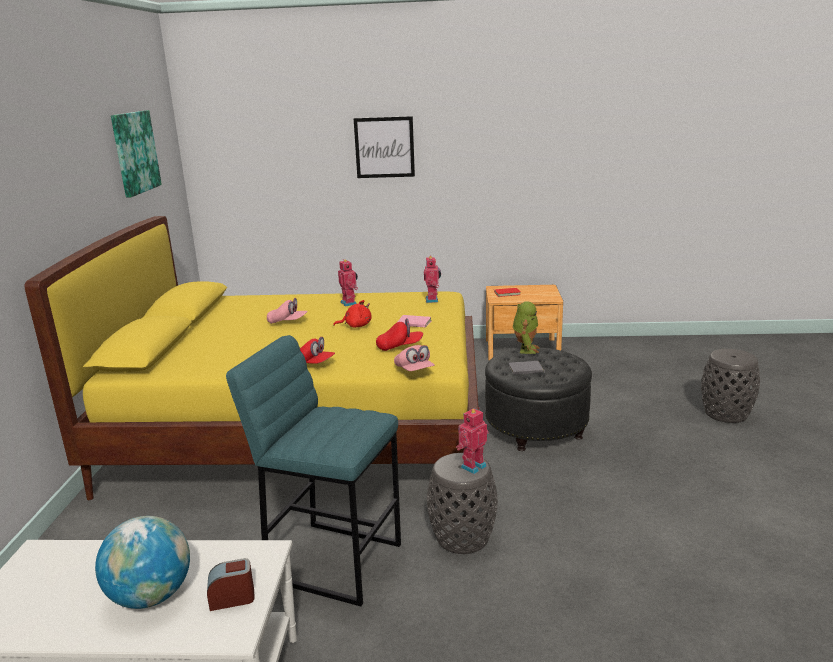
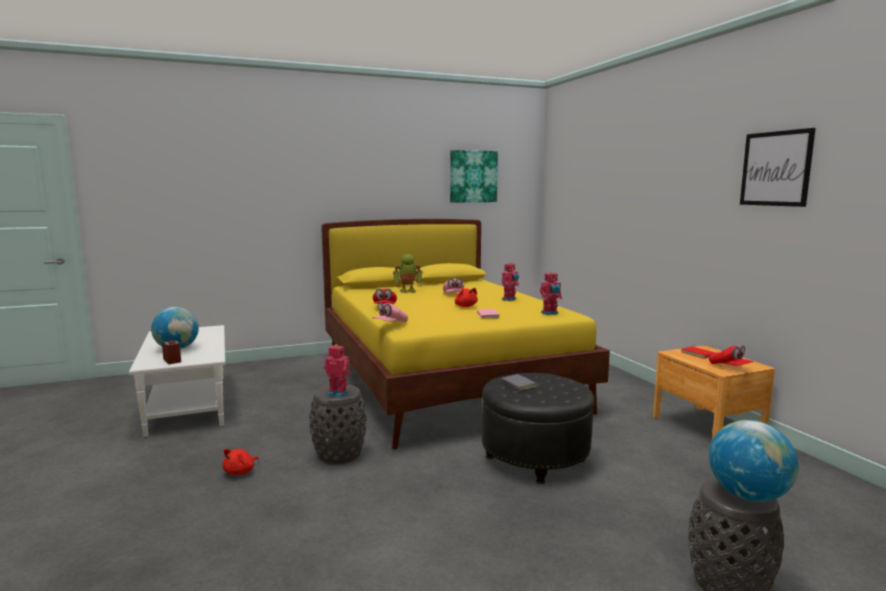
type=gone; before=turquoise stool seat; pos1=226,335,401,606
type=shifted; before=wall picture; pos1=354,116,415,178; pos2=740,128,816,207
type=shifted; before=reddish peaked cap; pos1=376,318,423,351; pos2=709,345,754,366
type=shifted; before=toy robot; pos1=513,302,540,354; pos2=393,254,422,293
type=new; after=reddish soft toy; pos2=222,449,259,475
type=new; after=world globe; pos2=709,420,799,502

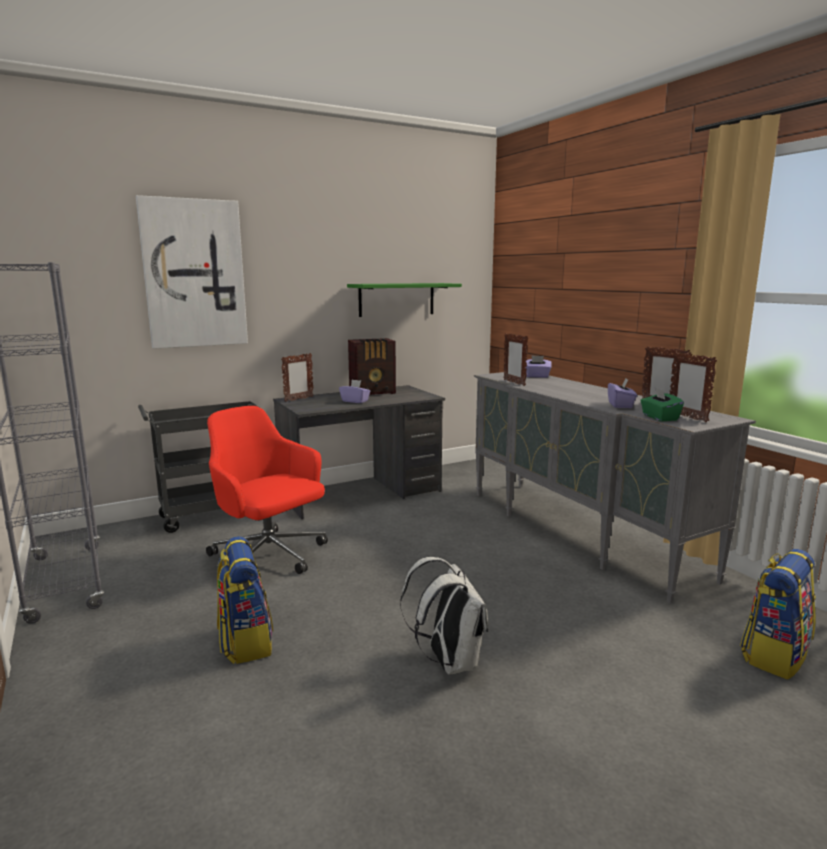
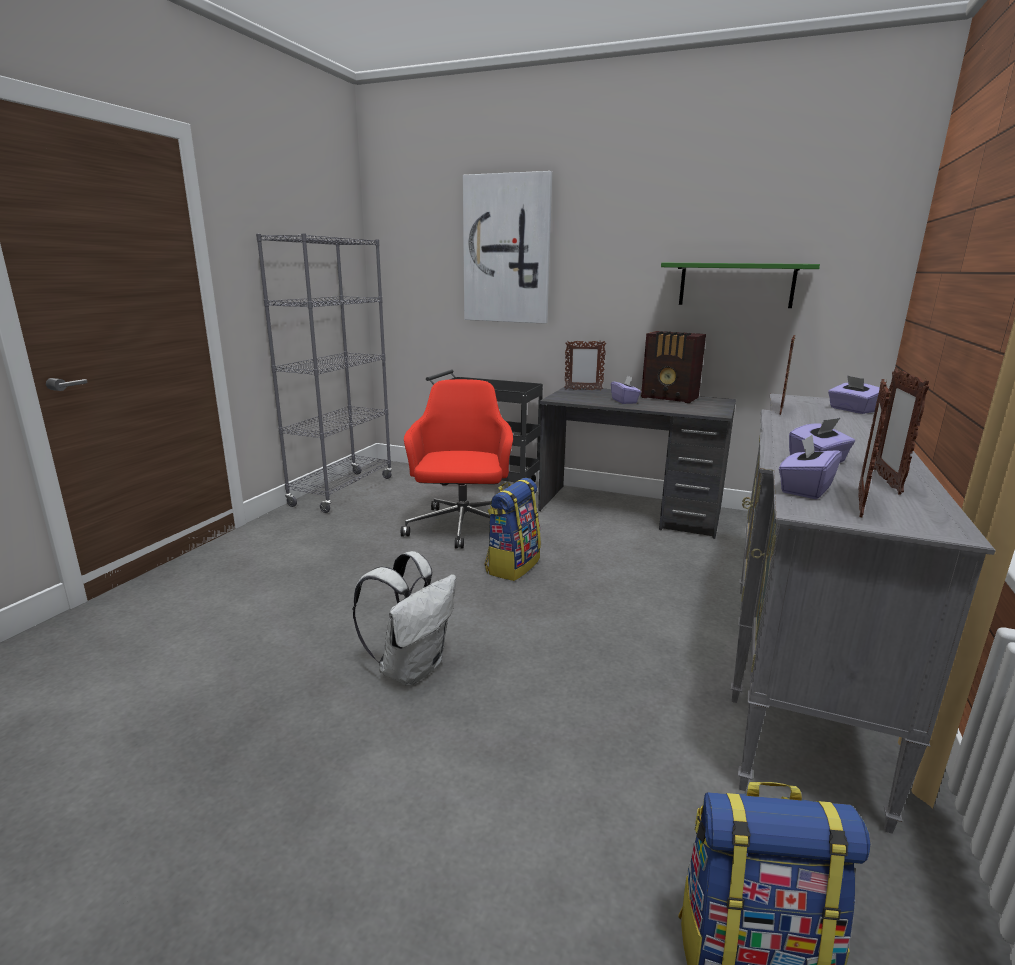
type=shifted; before=knapsack; pos1=217,536,273,664; pos2=485,478,541,581
type=repainted; before=greenish box of tissues; after=purple-coloured box of tissues; pos1=640,387,684,421; pos2=779,435,842,499

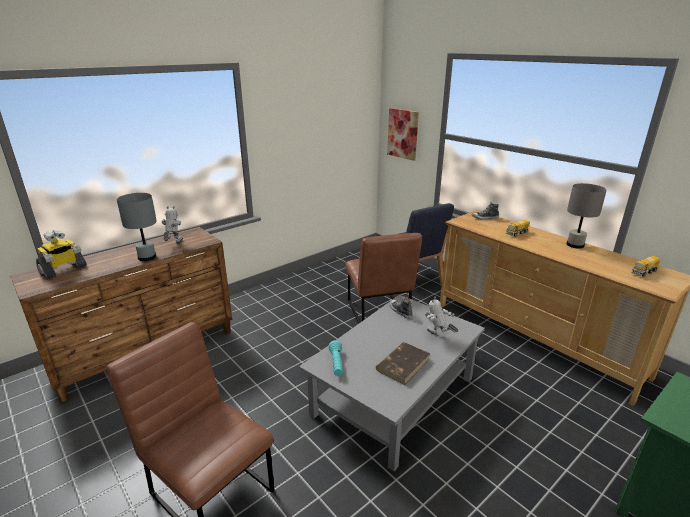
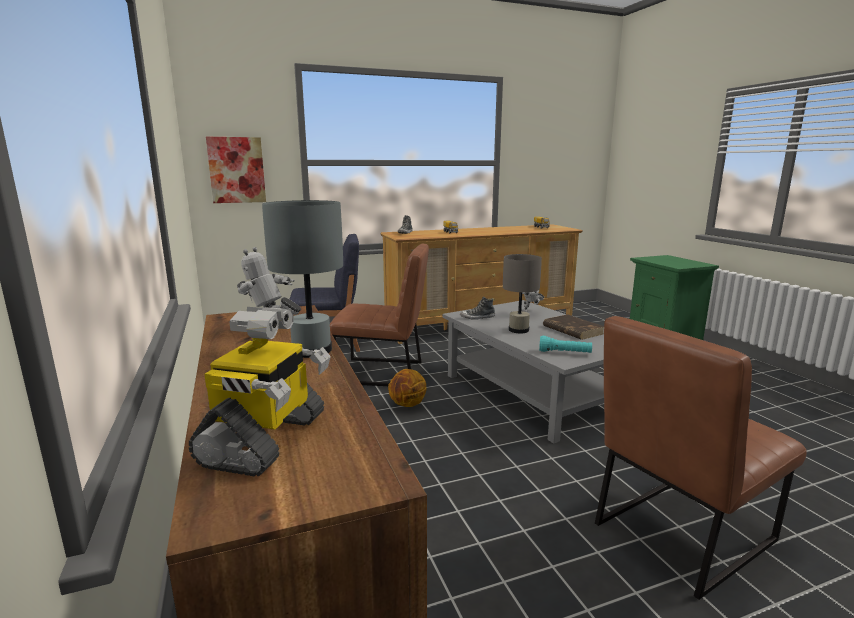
type=rotated; before=toy robot; pos1=36,230,87,279; pos2=189,307,330,476; turn=45
type=shifted; before=gray table lamp; pos1=566,183,607,249; pos2=503,254,542,333
type=new; after=basketball; pos2=388,369,427,407

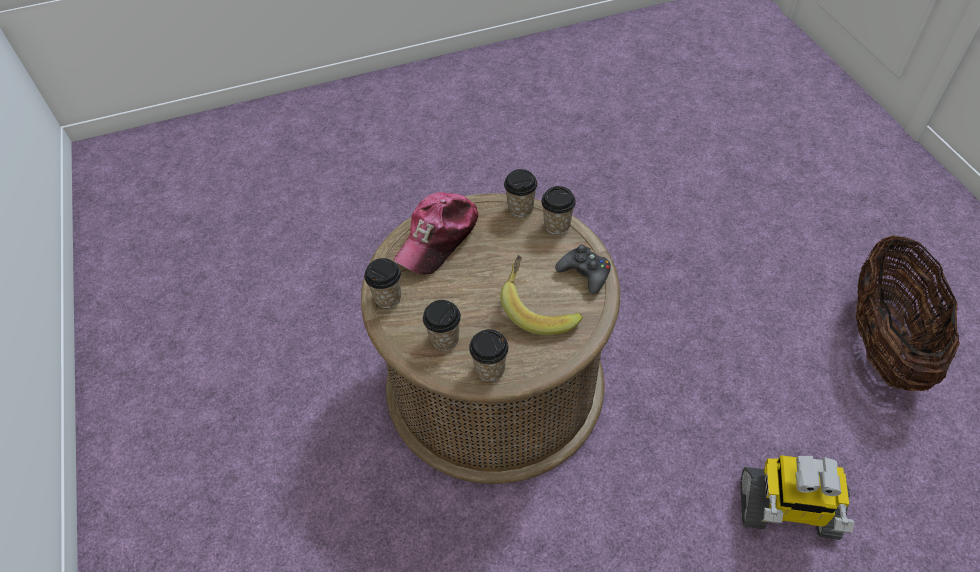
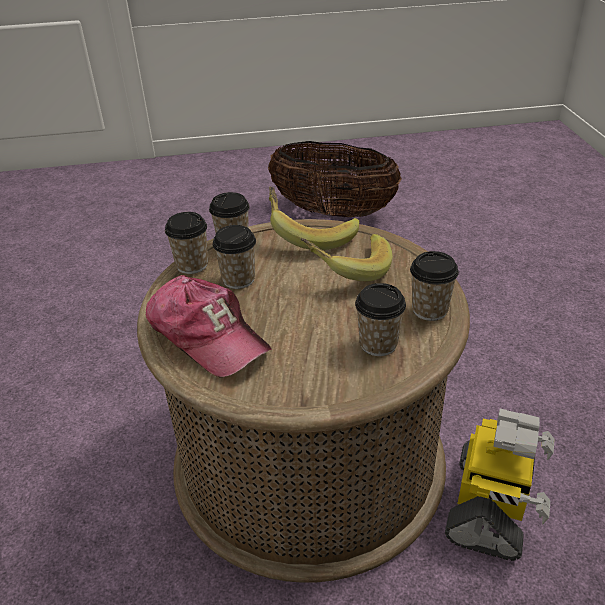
type=shifted; before=small cup; pos1=364,258,401,308; pos2=213,225,256,289
type=swapped; before=black-coloured game controller; after=banana fruit; pos1=555,245,611,294; pos2=269,187,359,250
type=shifted; before=toy robot; pos1=741,455,855,540; pos2=445,409,554,561

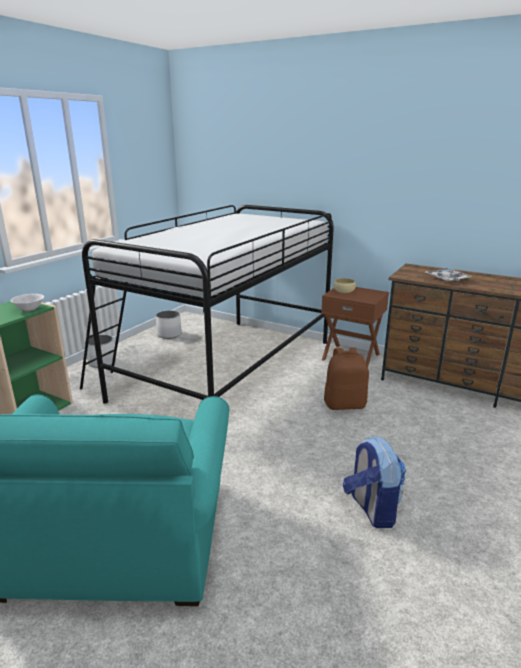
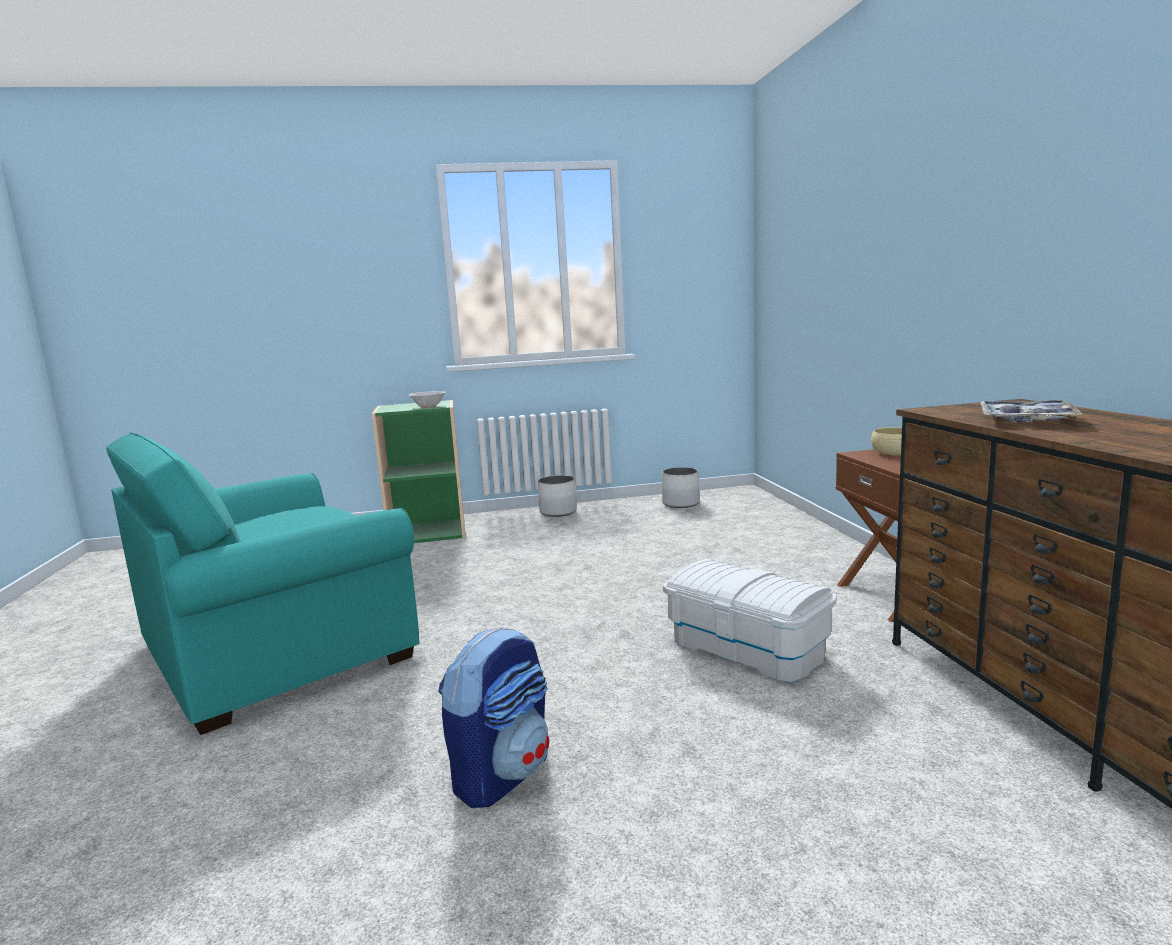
type=gone; before=black-coloured sleeping bed; pos1=80,205,334,404
type=swapped; before=brown knapsack; after=whitish storage container; pos1=324,348,369,410; pos2=663,559,837,682

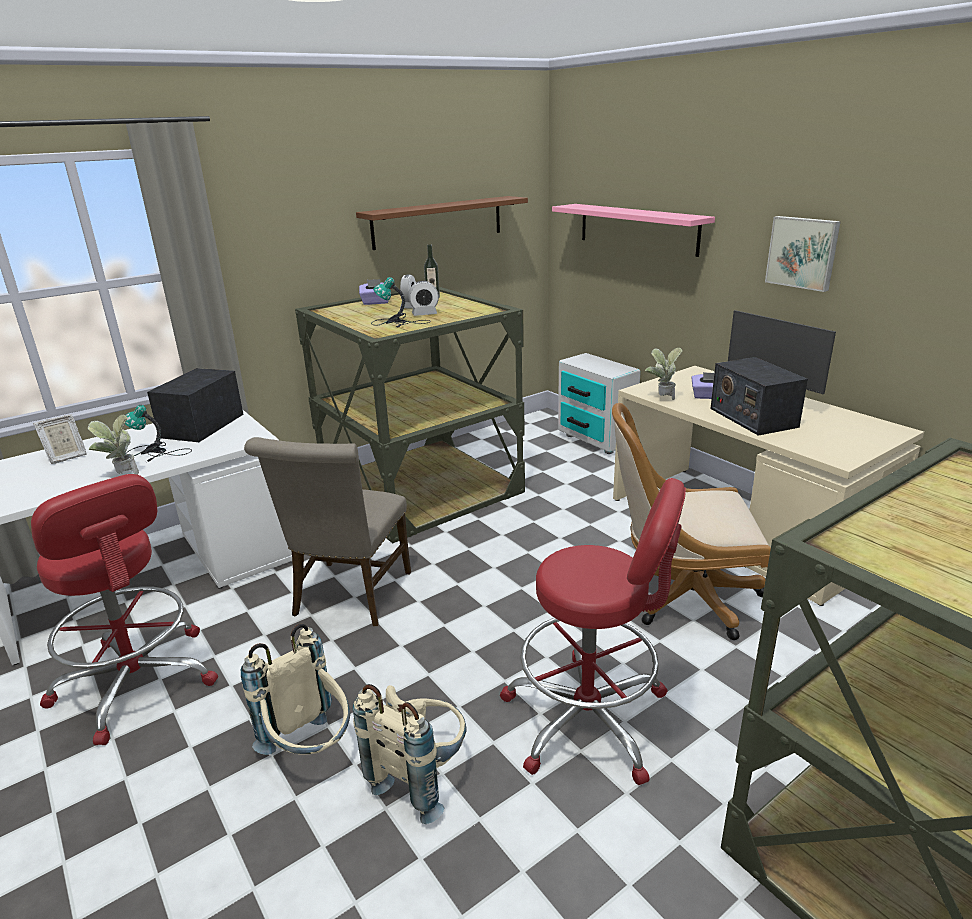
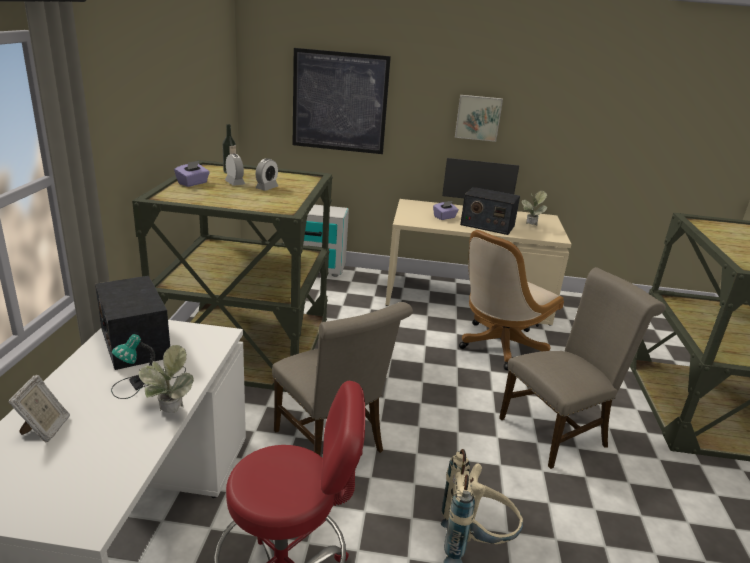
type=gone; before=sand-coloured knapsack; pos1=353,684,467,824
type=gone; before=brown bracket shelf; pos1=356,196,528,250
type=gone; before=table lamp; pos1=371,277,431,328
type=swapped; before=reddish stool seat; after=sand-coloured chair; pos1=500,478,686,785; pos2=499,267,666,469
type=swapped; before=pinkish bracket shelf; after=wall picture; pos1=552,204,715,257; pos2=293,48,391,154
type=shifted; before=potted plant; pos1=645,348,683,400; pos2=522,190,547,225

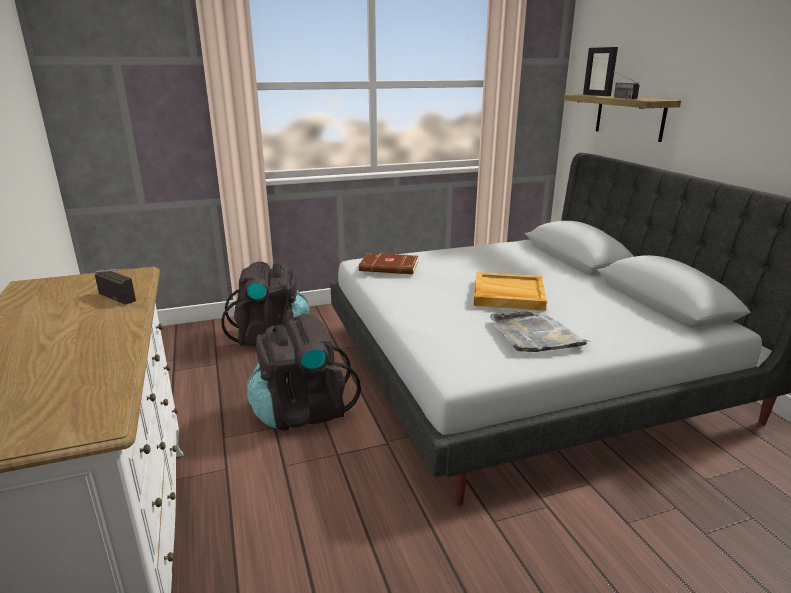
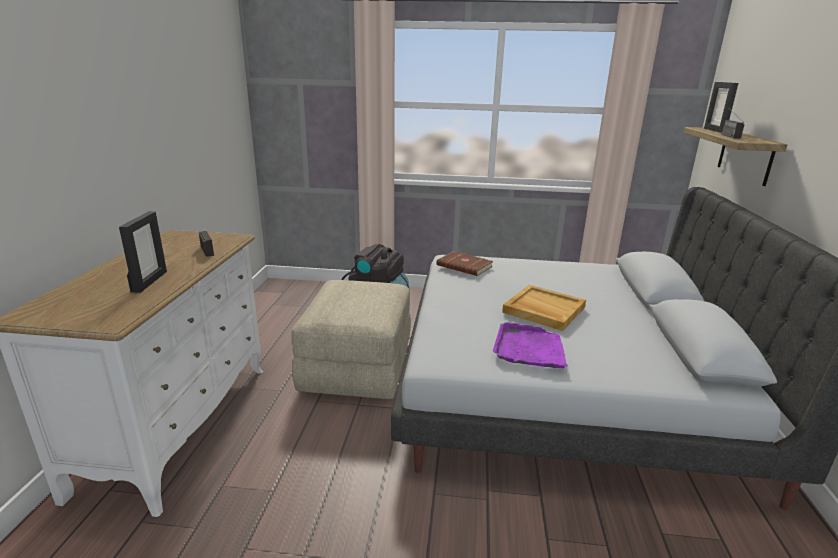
type=swapped; before=black-coloured knapsack; after=sand-coloured ottoman; pos1=247,314,361,431; pos2=291,280,411,399
type=repainted; before=gray tray; after=purple-coloured tray; pos1=490,311,590,352; pos2=493,322,568,368
type=new; after=standing frame; pos2=119,211,167,293

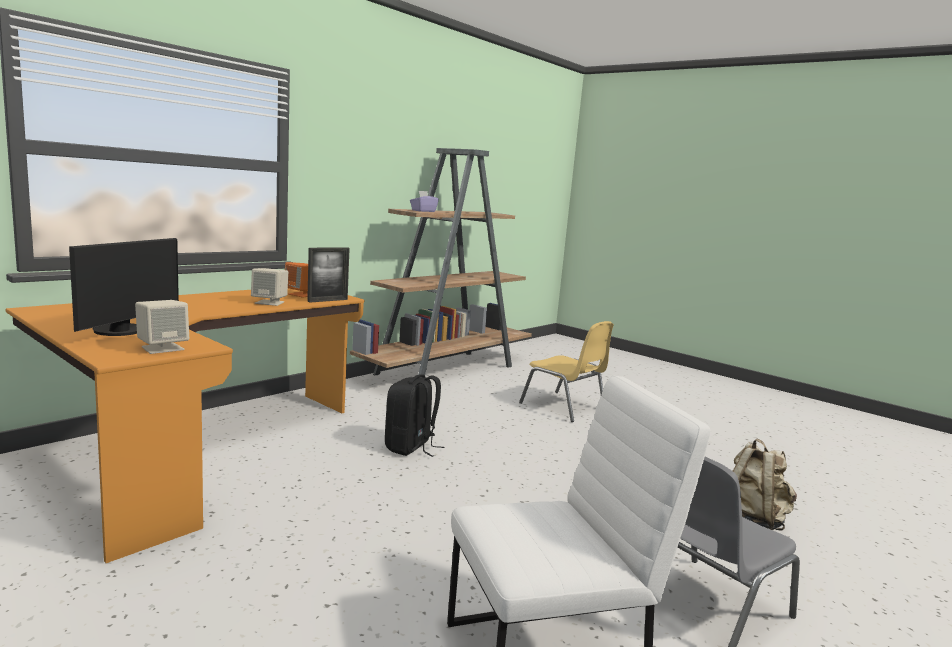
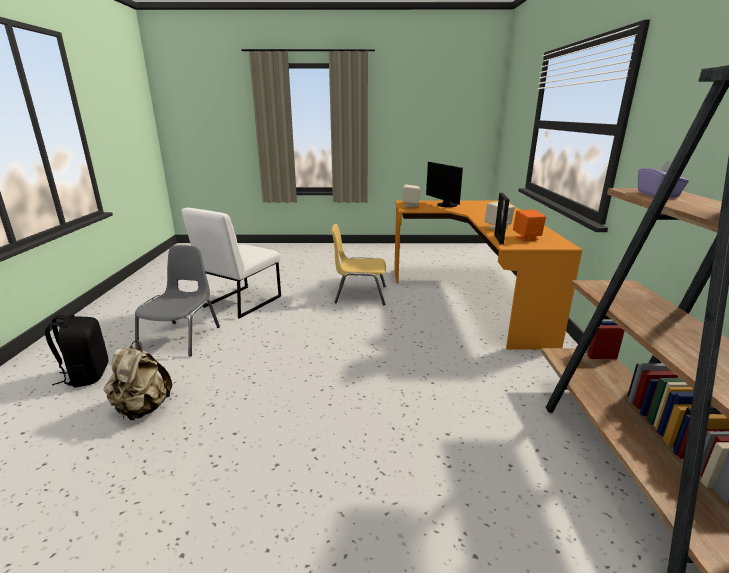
type=shifted; before=black-coloured knapsack; pos1=385,375,444,457; pos2=45,315,108,388
type=shifted; before=yellow chair; pos1=519,321,614,422; pos2=331,224,386,305

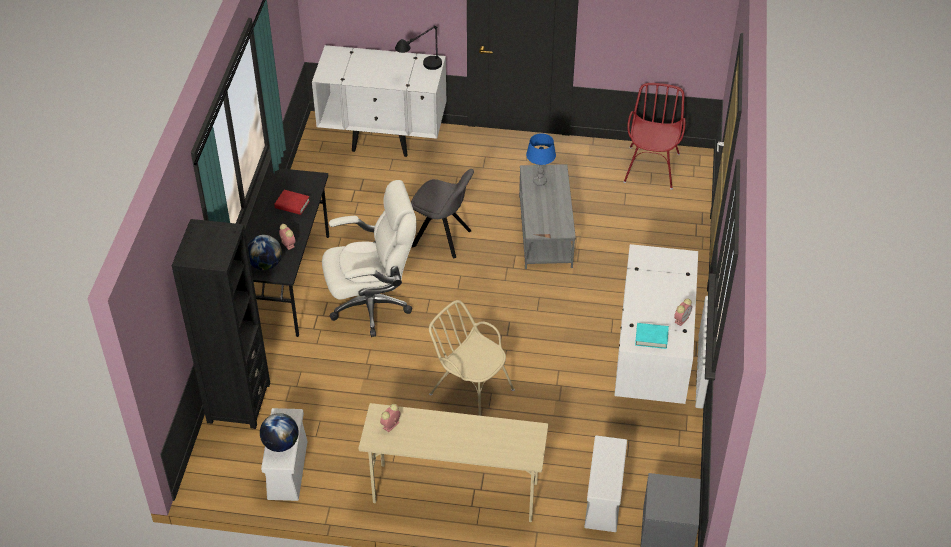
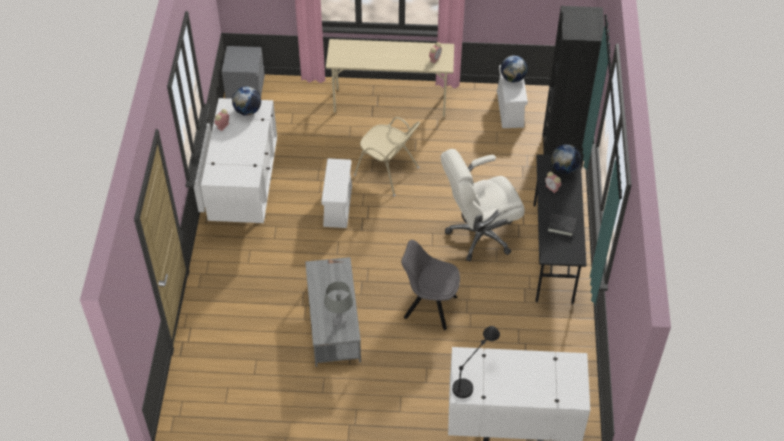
type=repainted; before=reddish bound book; after=black-coloured bound book; pos1=275,190,310,215; pos2=547,213,576,237
type=repainted; before=blue-coloured table lamp; after=gray table lamp; pos1=526,133,556,186; pos2=324,281,353,326
type=shifted; before=whitish storage container; pos1=584,435,627,532; pos2=321,158,352,228
type=gone; before=reddish chair; pos1=623,83,686,190
type=swapped; before=turquoise bound book; after=world globe; pos1=635,323,669,349; pos2=232,86,261,116

